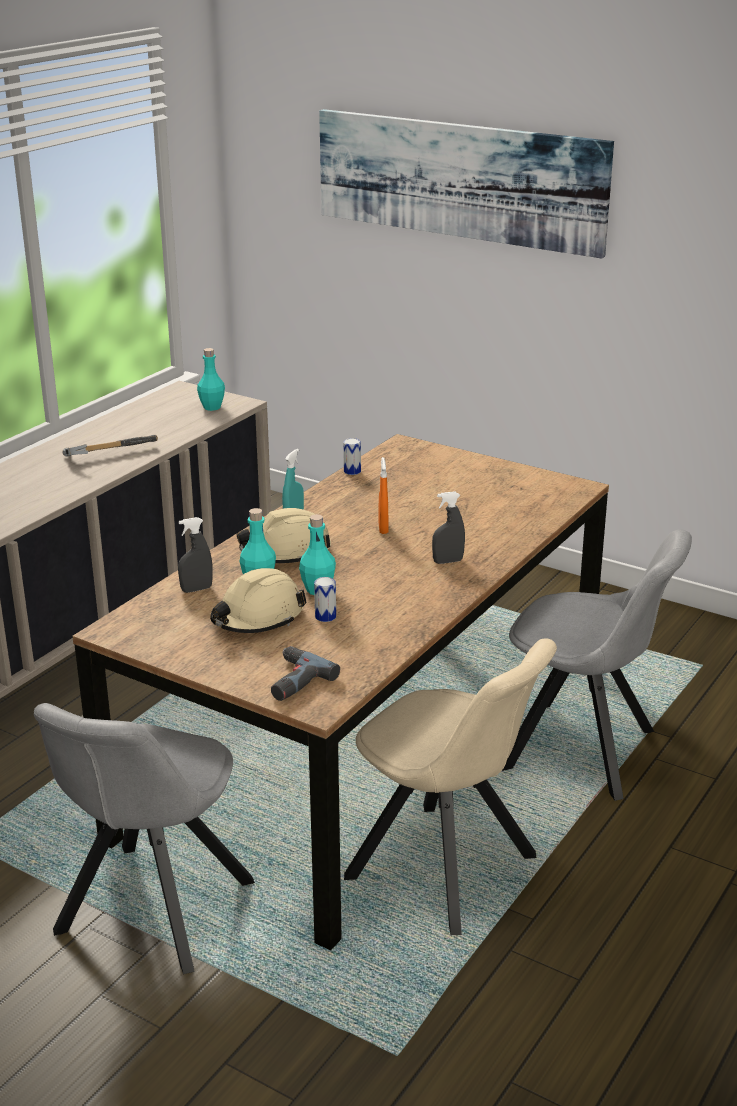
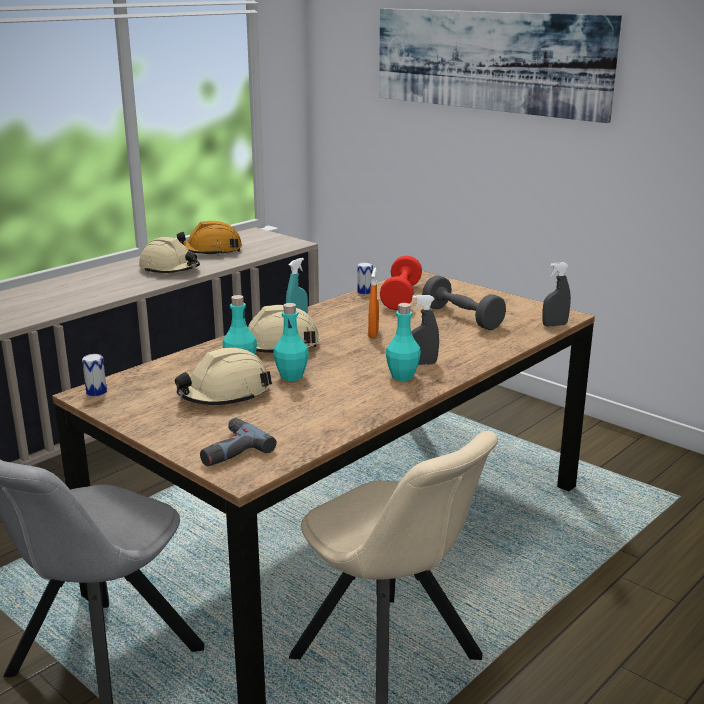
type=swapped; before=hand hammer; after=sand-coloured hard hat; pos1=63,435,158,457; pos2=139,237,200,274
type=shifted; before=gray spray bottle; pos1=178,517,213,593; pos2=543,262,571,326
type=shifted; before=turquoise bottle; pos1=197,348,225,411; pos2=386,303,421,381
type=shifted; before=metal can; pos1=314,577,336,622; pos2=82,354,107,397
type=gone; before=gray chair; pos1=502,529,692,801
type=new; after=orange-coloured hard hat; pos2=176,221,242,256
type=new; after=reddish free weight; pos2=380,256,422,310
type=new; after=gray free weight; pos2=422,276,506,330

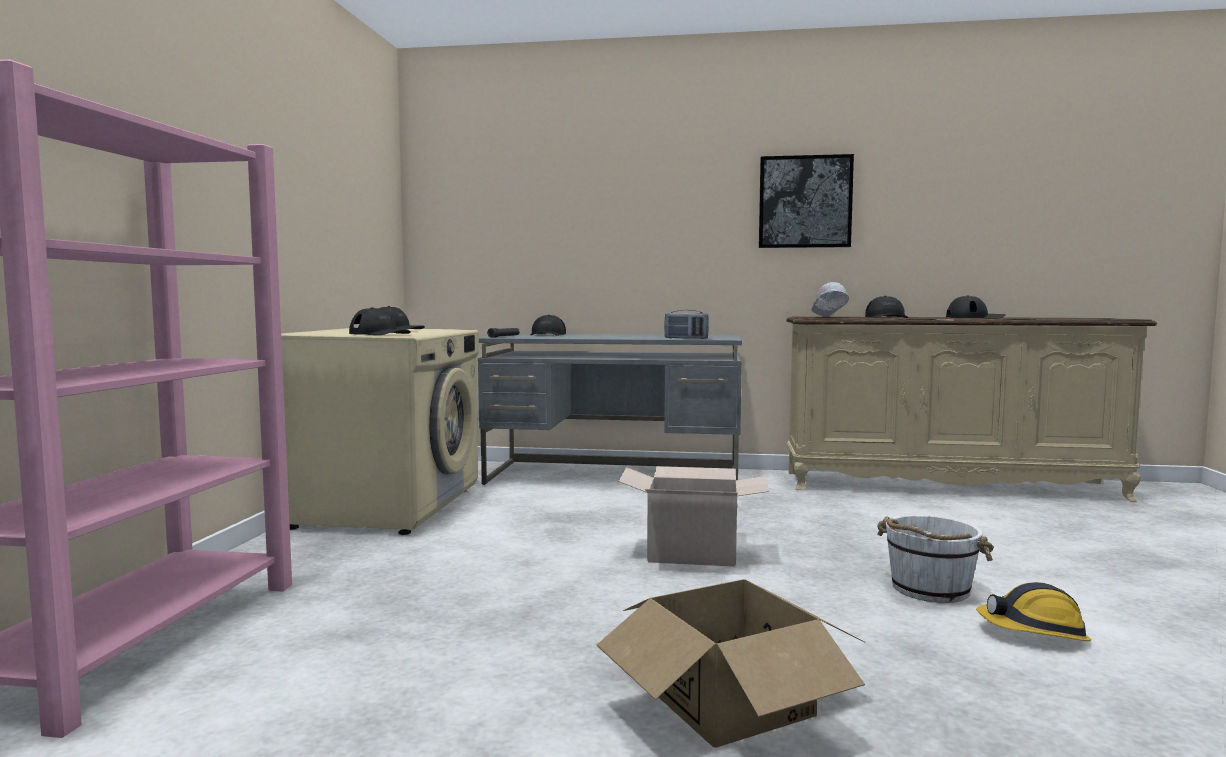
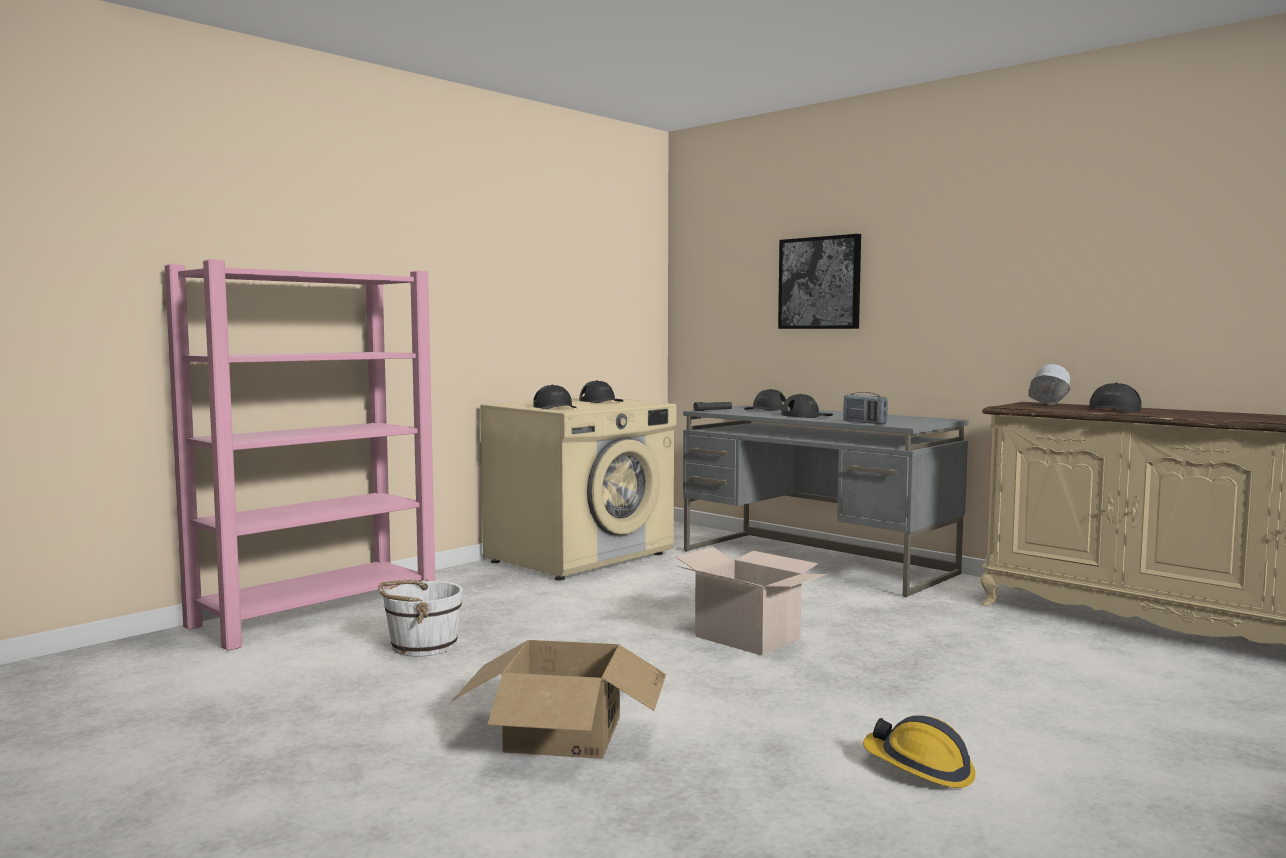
type=shifted; before=wall picture; pos1=759,154,854,248; pos2=778,234,861,329
type=shifted; before=whitish pail; pos1=877,515,994,603; pos2=378,579,463,656
type=shifted; before=black-coloured peaked cap; pos1=946,296,1006,318; pos2=781,394,833,418

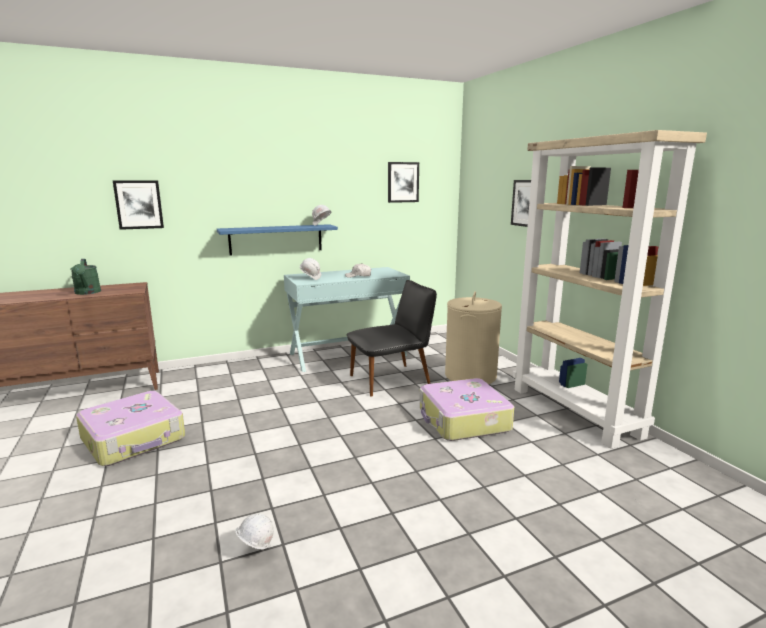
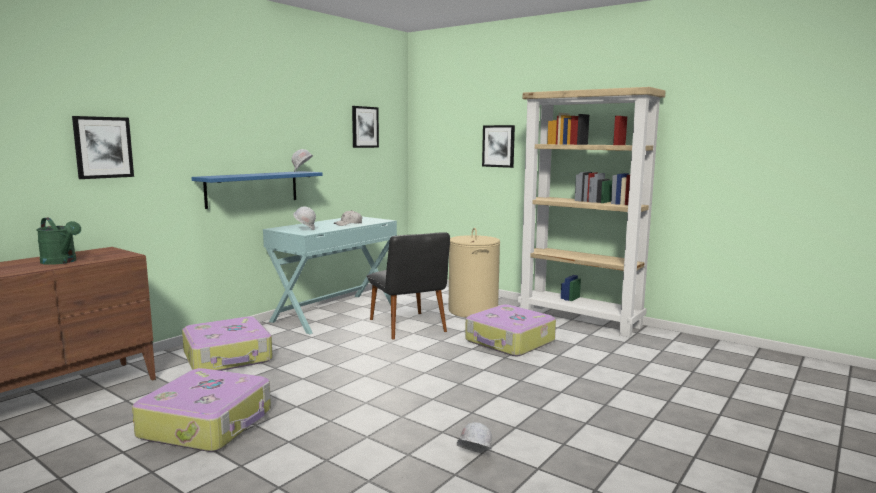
type=rotated; before=black-coloured chair; pos1=347,280,437,397; pos2=367,232,450,340; turn=120
type=new; after=travel case; pos2=182,316,273,371

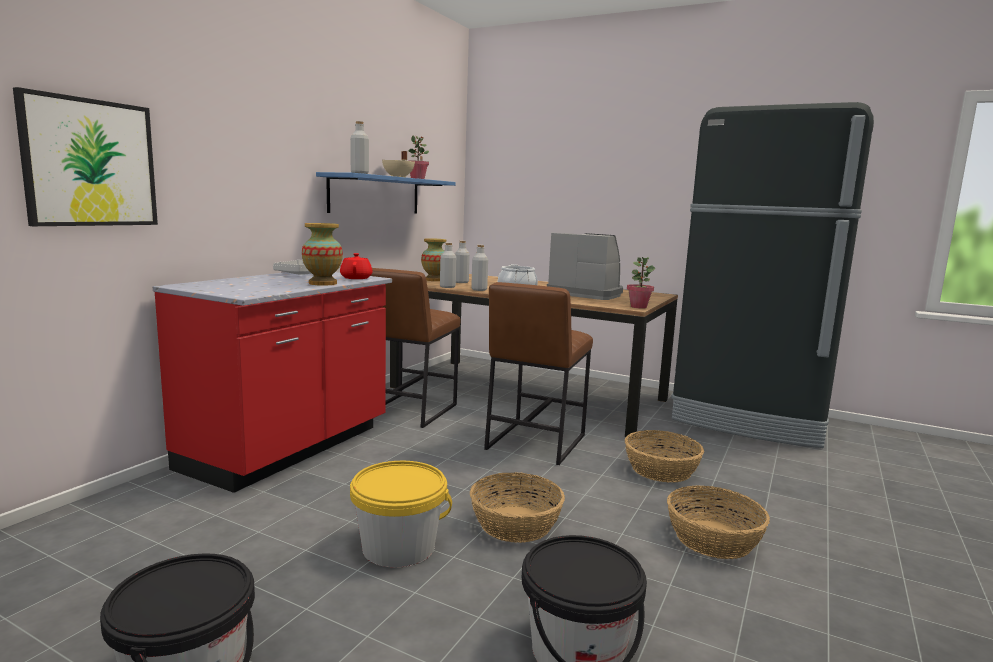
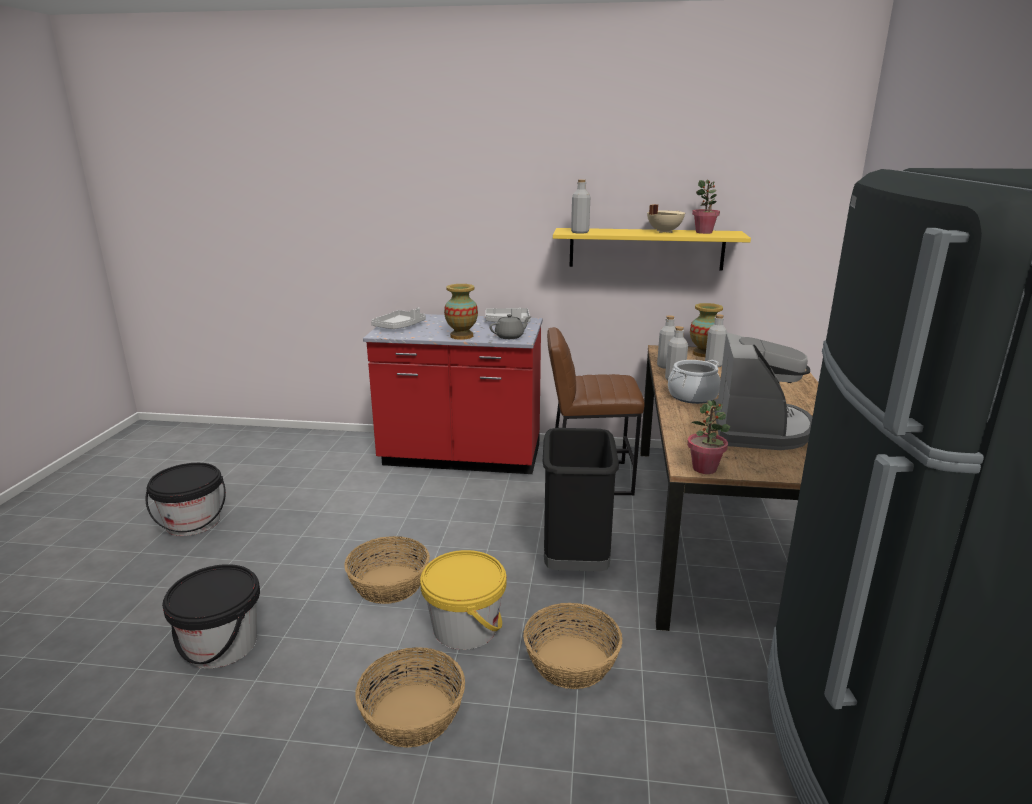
type=gone; before=wall picture; pos1=13,87,158,226
type=repainted; before=blue-coloured bracket shelf; after=yellow bracket shelf; pos1=316,172,456,214; pos2=553,228,751,270
type=repainted; before=reddish tea pot; after=gray tea pot; pos1=340,253,373,279; pos2=489,314,531,339
type=shifted; before=yellow pail; pos1=350,461,452,568; pos2=420,550,506,650
type=swapped; before=brown chair; after=black-coloured trash can; pos1=484,282,593,465; pos2=543,428,619,572
type=new; after=gray tray; pos2=371,308,426,329

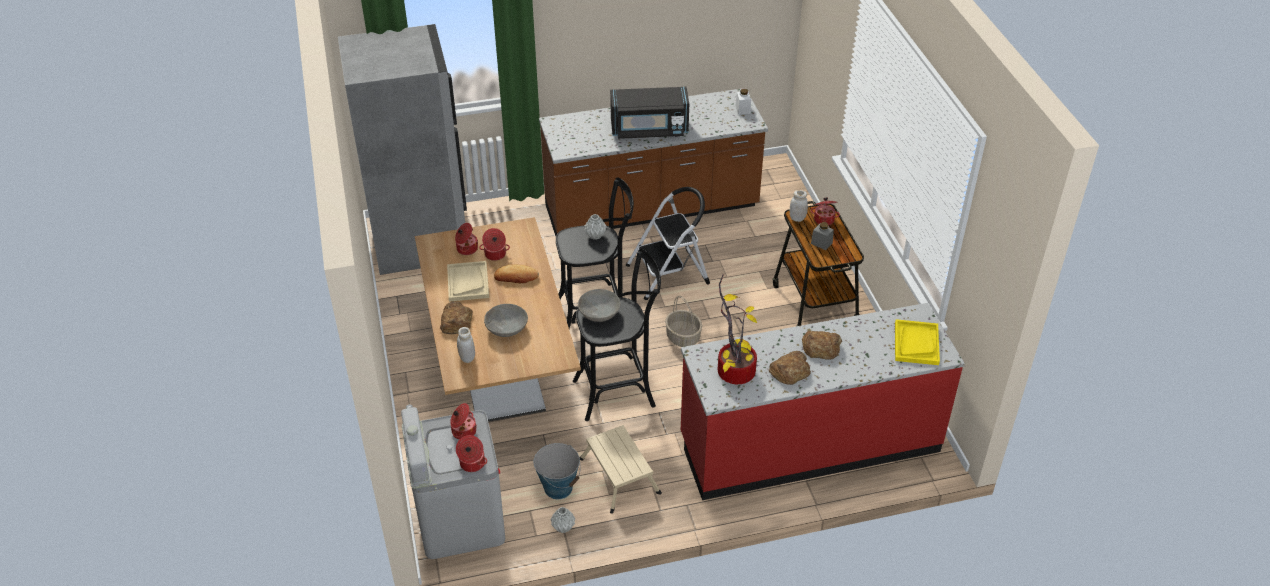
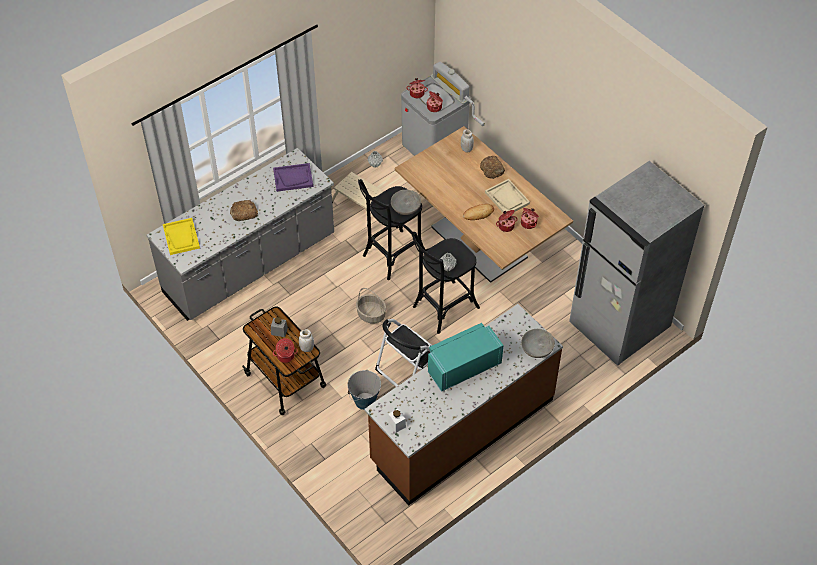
type=shifted; before=gray deep dish; pos1=484,304,528,337; pos2=521,329,555,358
type=shifted; before=pail; pos1=534,443,581,499; pos2=348,370,381,410
type=repainted; before=black-coloured microwave; after=turquoise microwave; pos1=610,87,689,139; pos2=428,323,503,392
type=repainted; before=reddish kitchen base unit; after=gray kitchen base unit; pos1=681,303,965,500; pos2=147,148,334,321
type=swapped; before=potted plant; after=purple-coloured tray; pos1=718,275,757,384; pos2=273,163,313,192
type=gone; before=baked bread; pos1=769,351,811,385

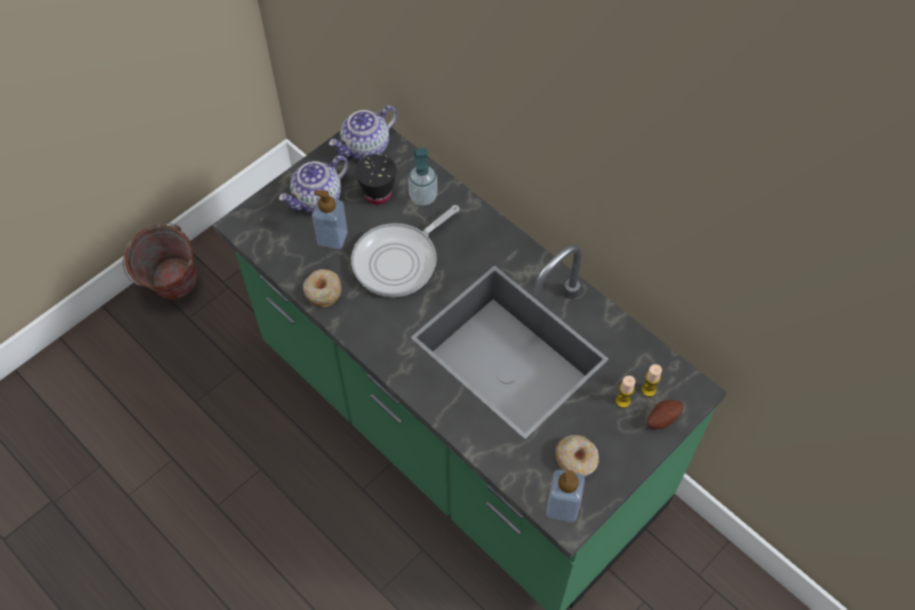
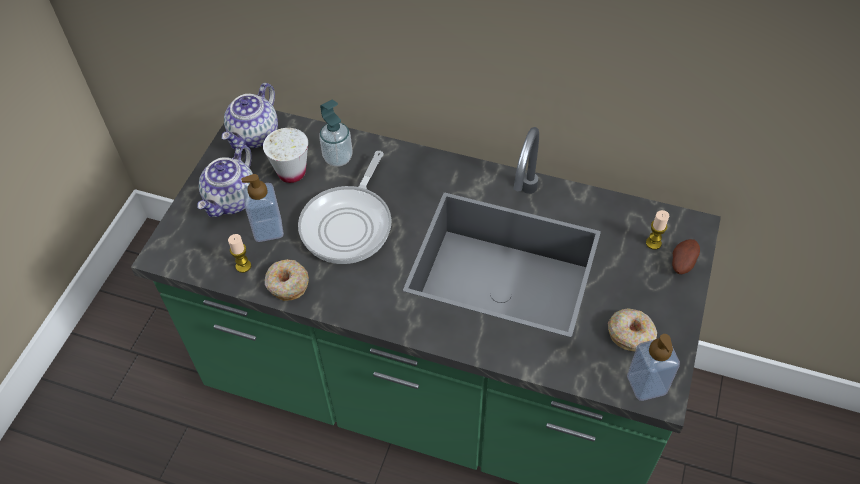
type=gone; before=pail; pos1=123,223,197,300
type=repainted; before=black-coloured small cup; after=whitish small cup; pos1=355,154,397,204; pos2=263,128,308,183
type=shifted; before=wax candle; pos1=616,376,636,408; pos2=228,234,251,273

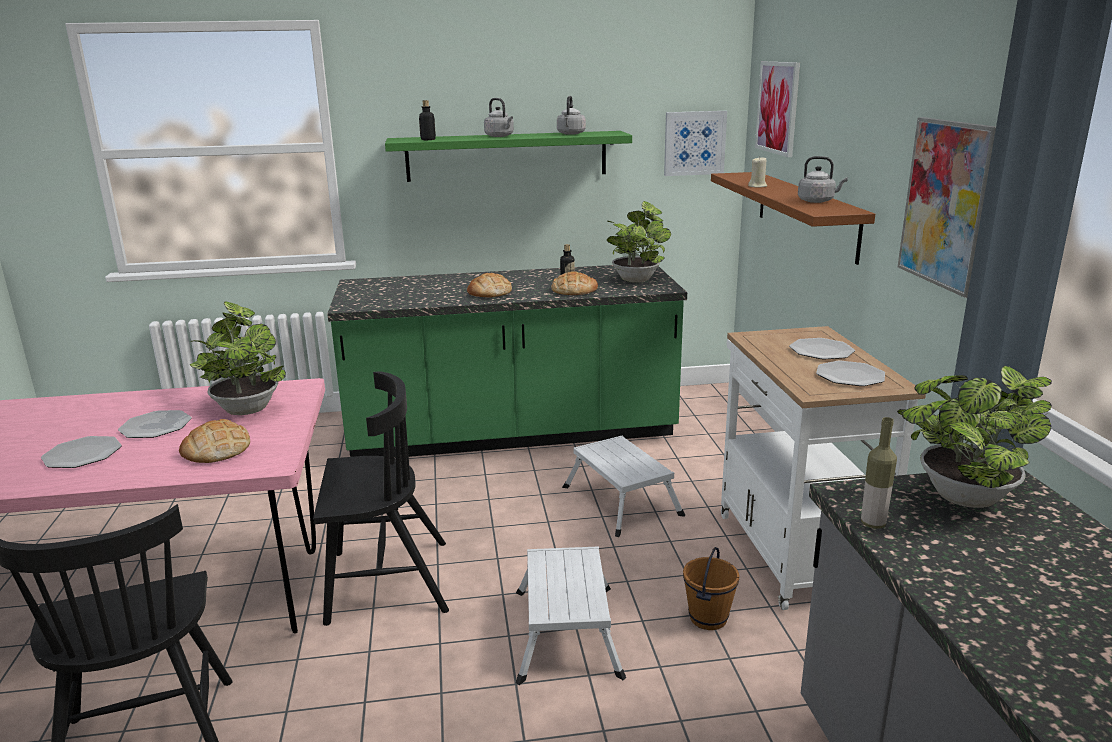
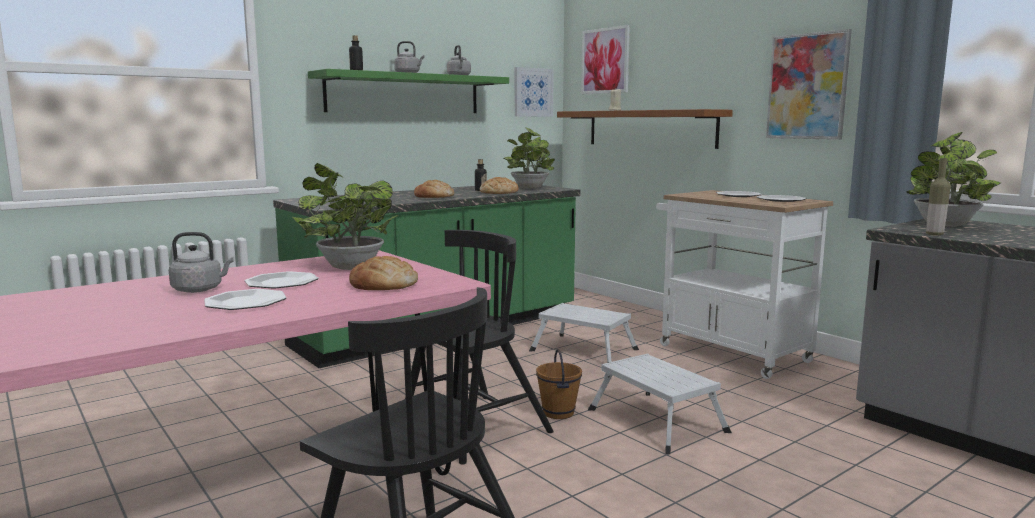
type=shifted; before=brown pail; pos1=683,547,740,630; pos2=536,349,582,419
type=shifted; before=gray water kettle; pos1=798,156,848,203; pos2=169,232,234,293

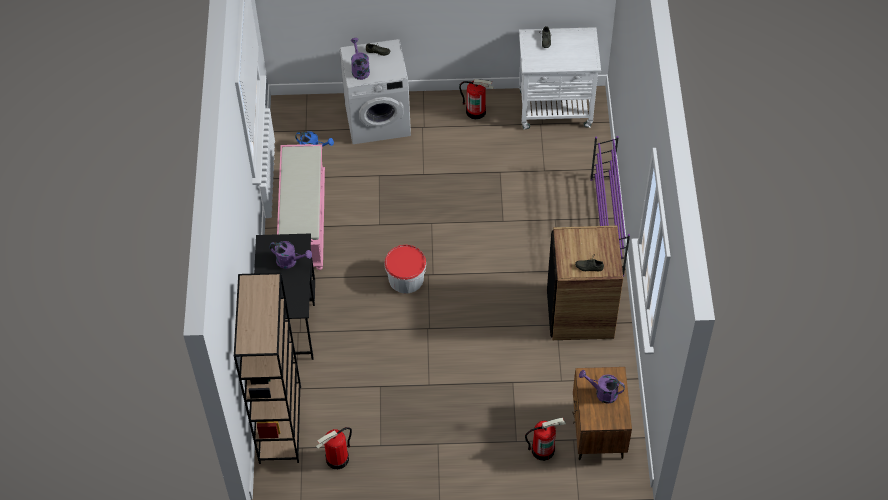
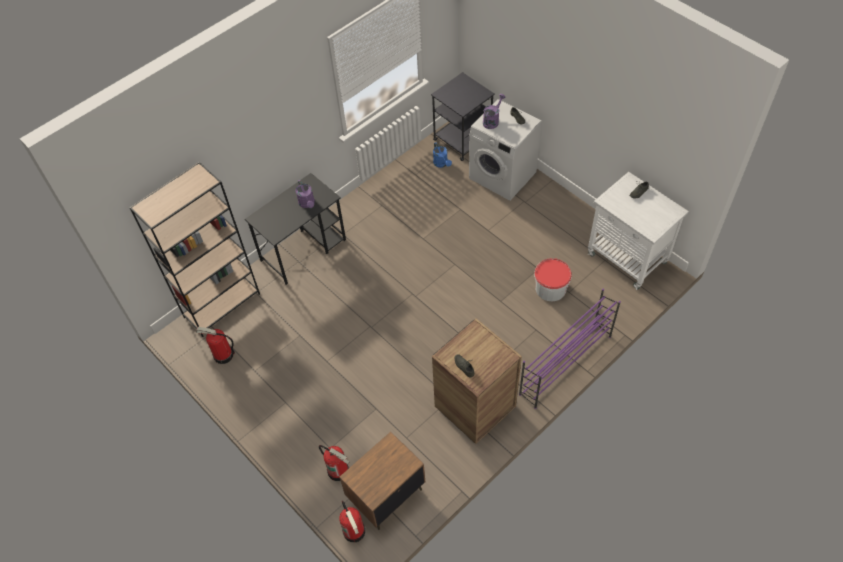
type=gone; before=pinkish indoor bench; pos1=277,144,325,270
type=shifted; before=pail; pos1=384,245,426,293; pos2=534,258,572,301
type=shifted; before=extinguisher; pos1=459,79,494,120; pos2=339,501,365,543
type=gone; before=purple-coloured watering pot; pos1=579,370,625,403
type=new; after=black-coloured cart; pos2=431,72,495,161

